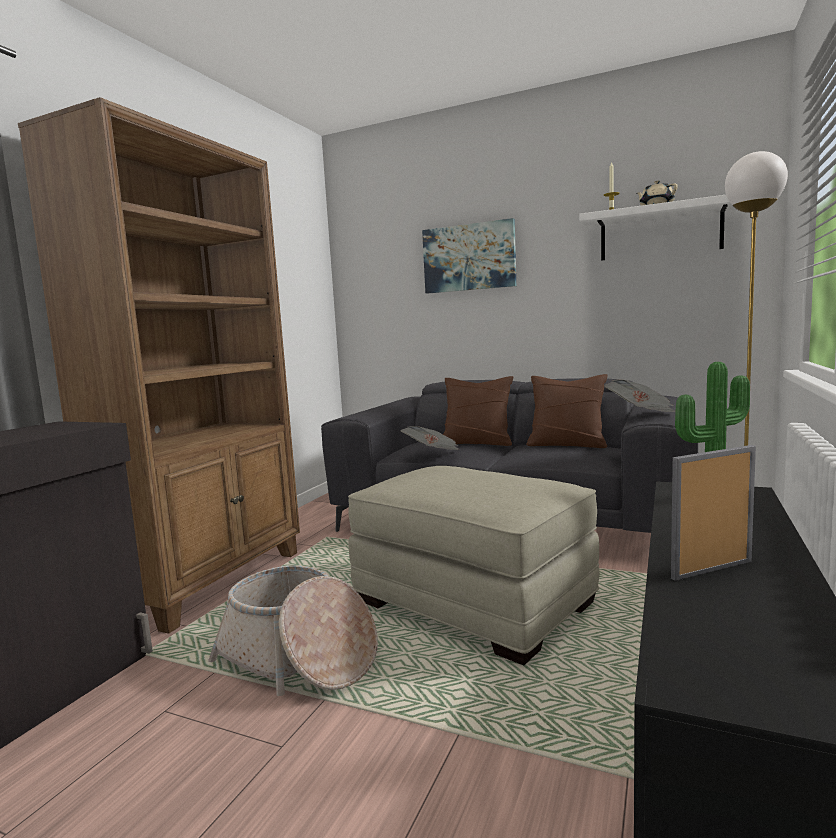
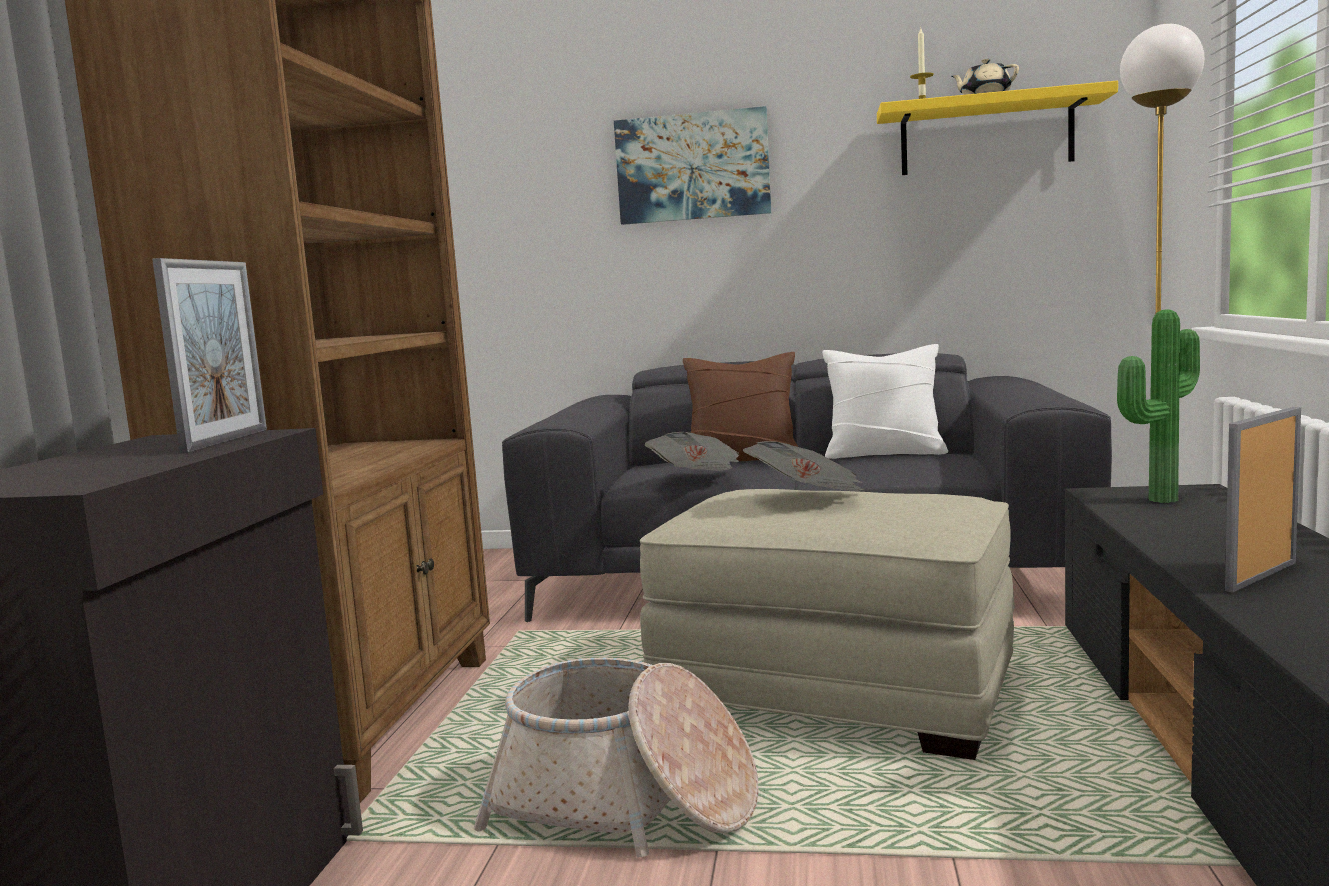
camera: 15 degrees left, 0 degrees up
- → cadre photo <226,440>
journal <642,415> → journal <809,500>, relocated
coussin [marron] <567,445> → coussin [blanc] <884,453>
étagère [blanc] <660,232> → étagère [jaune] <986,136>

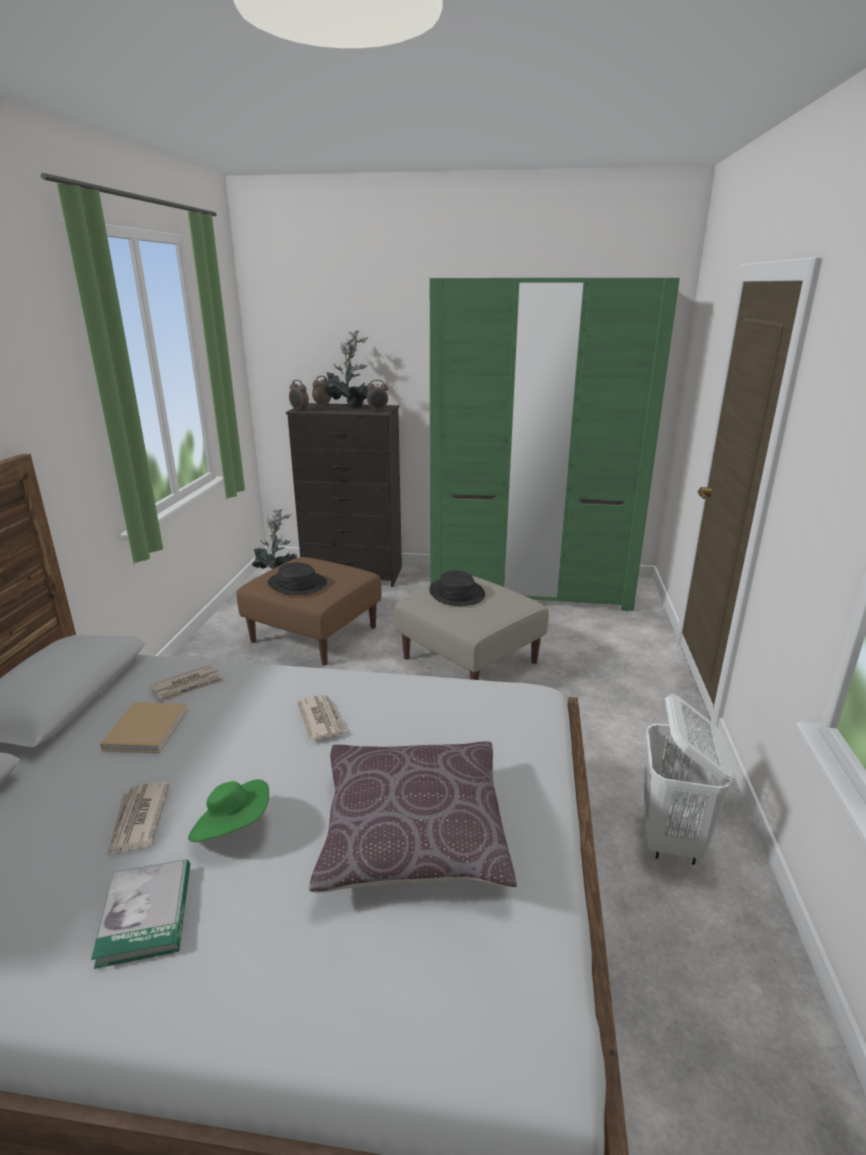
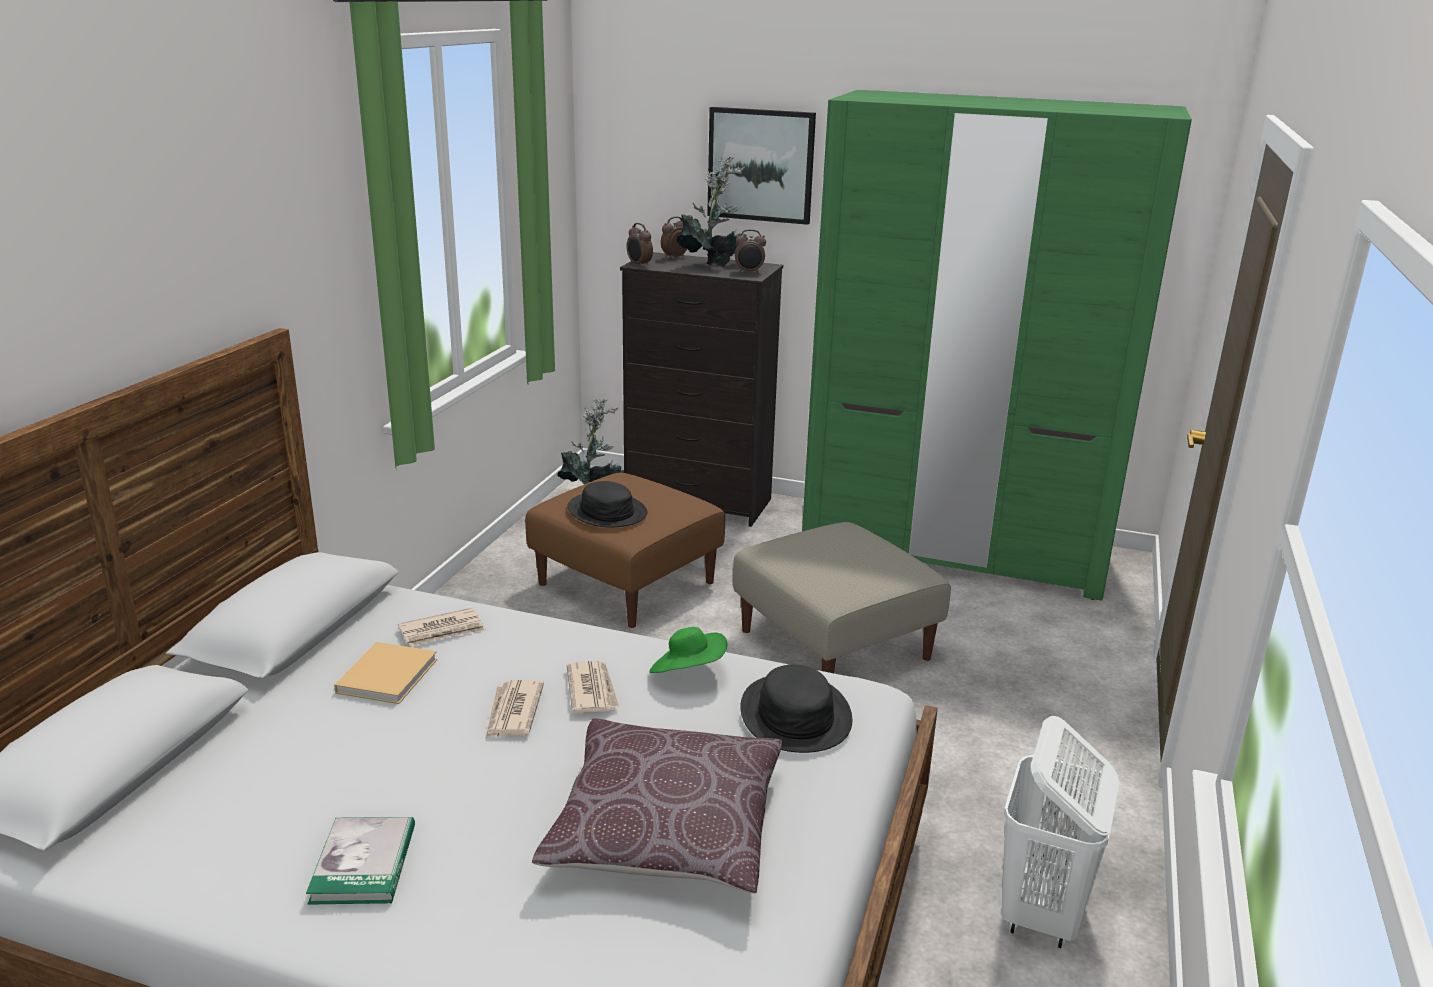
camera: 10 degrees right, 0 degrees up
journal <138,820> → journal <513,712>, relocated
chapeau [vert] <233,827> → chapeau [vert] <688,672>, relocated
- → tableau <761,165>
chapeau [noir] <456,593> → chapeau [noir] <795,715>, relocated

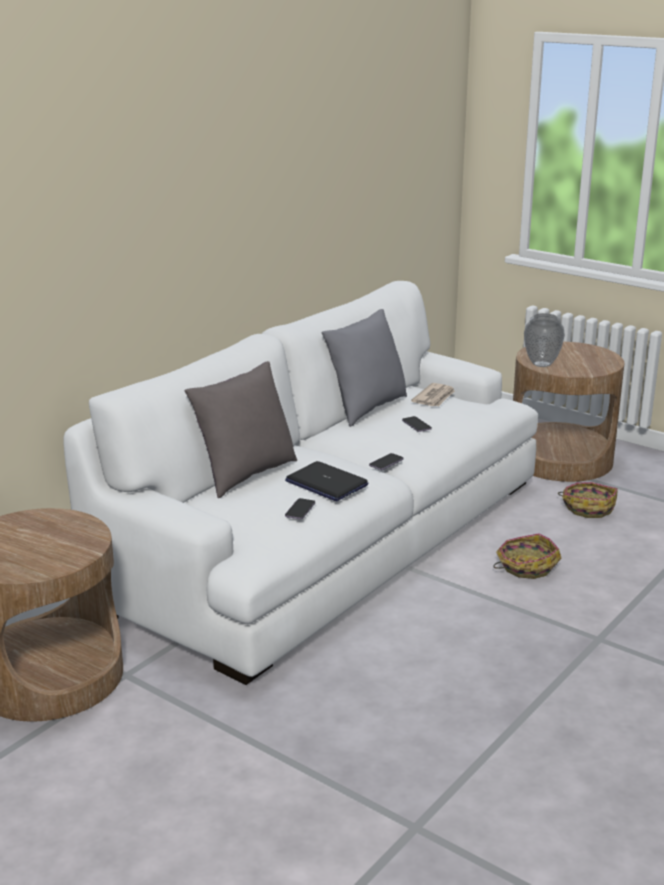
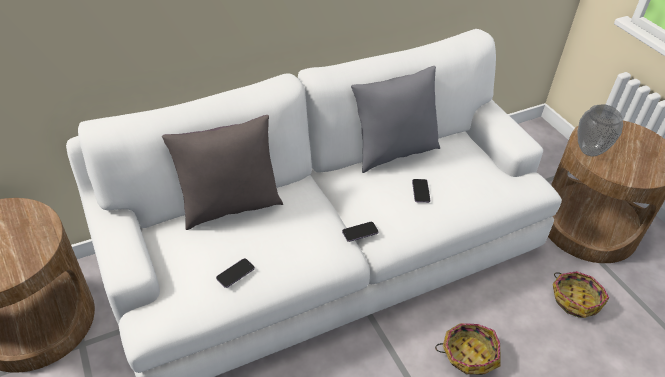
camera: 25 degrees right, 20 degrees up
ordinateur portable <326,483> → -
journal <435,398> → -

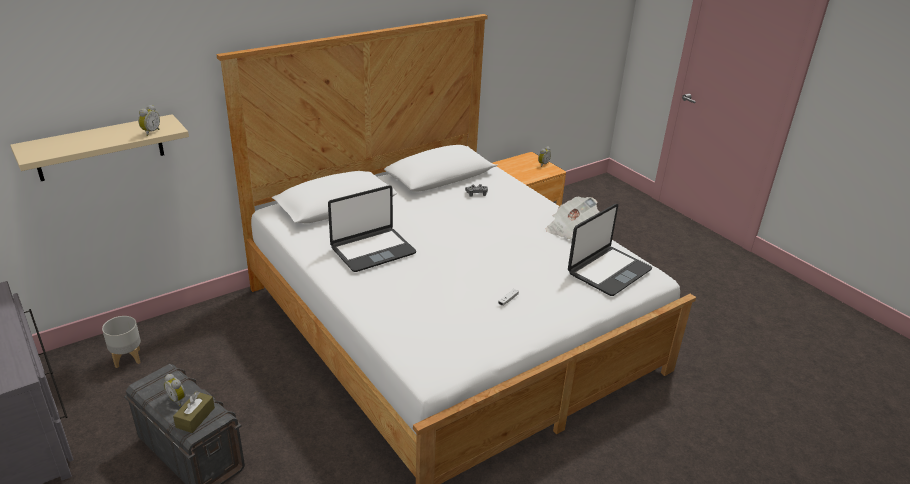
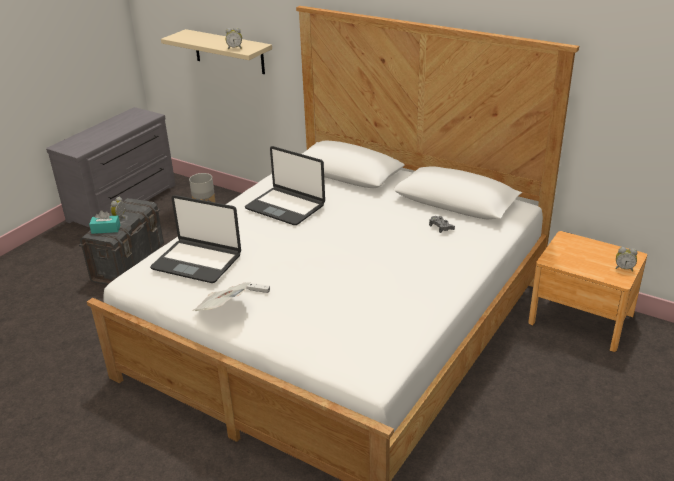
camera: 70 degrees right, 0 degrees up
boîte à mouchoirs [marron] <195,417> → boîte à mouchoirs [turquoise] <106,229>
ordinateur portable <608,271> → ordinateur portable <197,261>, relocated
journal <570,229> → journal <223,309>, relocated

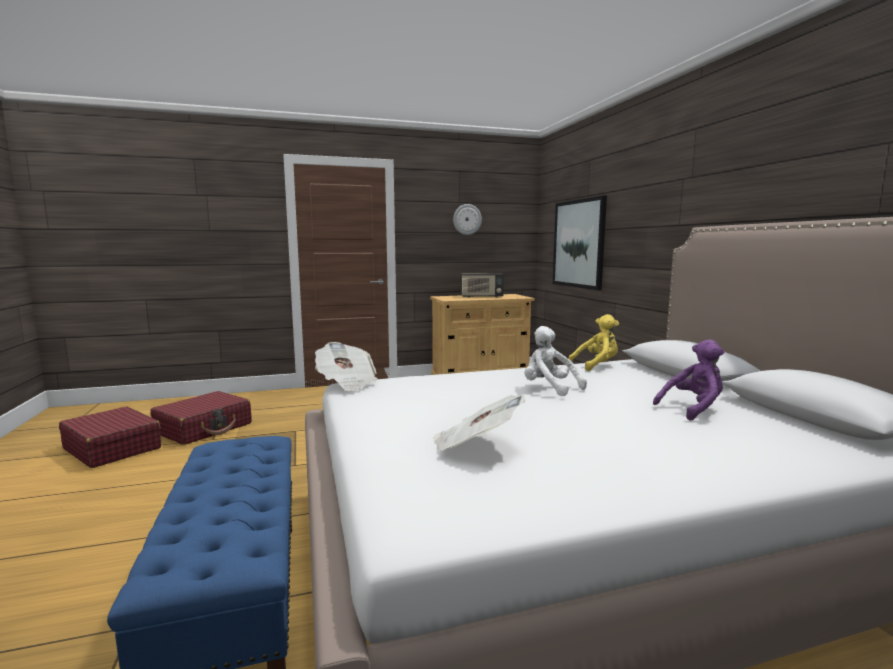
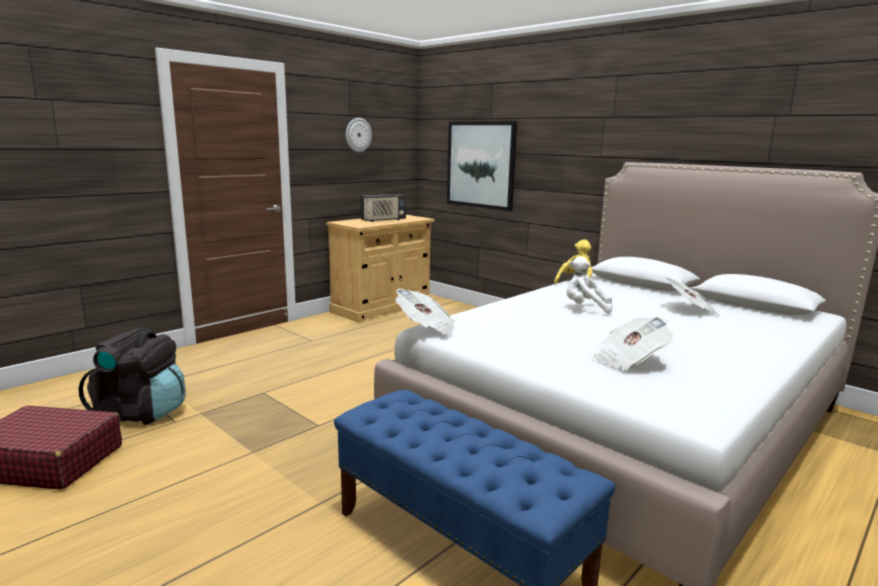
camera: 30 degrees left, 5 degrees up
valise [rouge] <204,428> → sac à dos [noir] <141,413>
peluche [violet] <693,409> → journal <691,310>

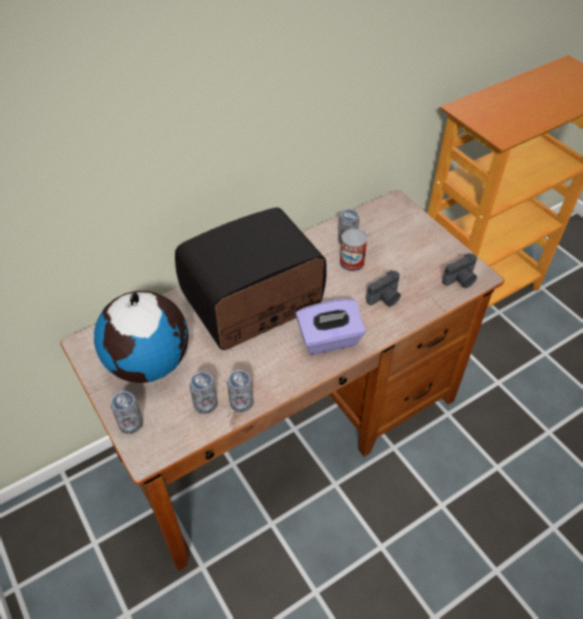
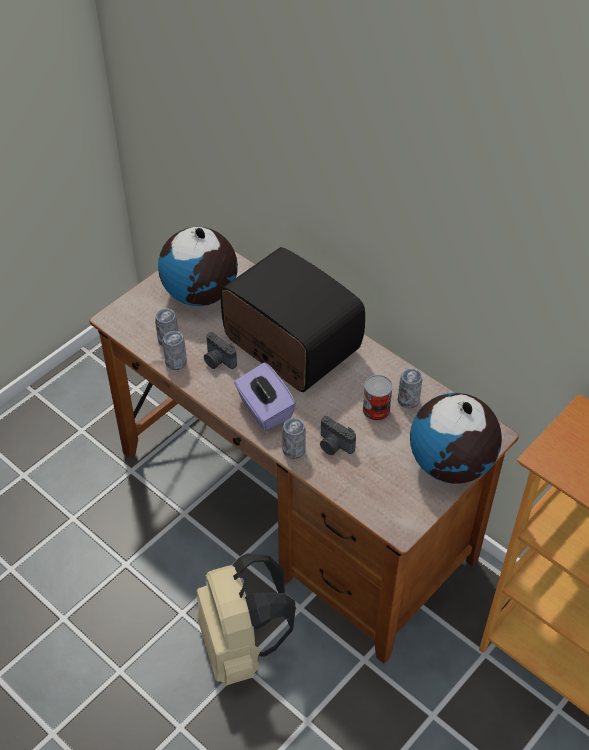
camera: 75 degrees right, 0 degrees up
- → sac à dos [beige] <241,646>
appareil photo <460,280> → appareil photo <218,361>, relocated
boîte métallique <131,424> → boîte métallique <293,450>, relocated
- → globe <451,465>

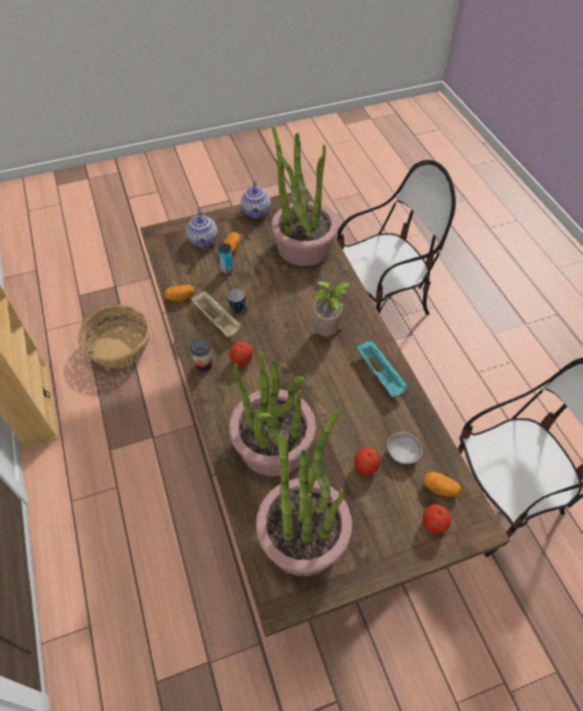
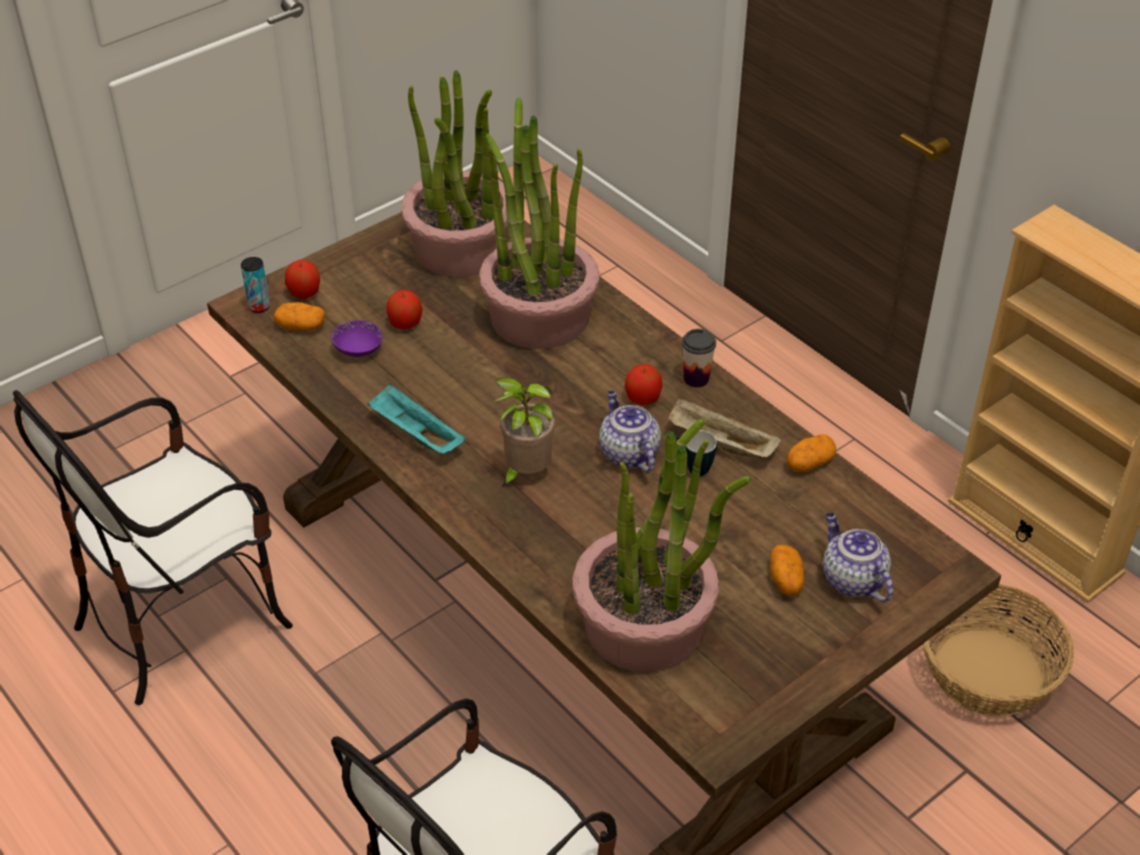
camera: 160 degrees right, 10 degrees down
boîte métallique <227,270> → boîte métallique <259,306>, relocated
bol [gris] <402,453> → bol [violet] <358,349>
théière <256,212> → théière <627,453>, relocated

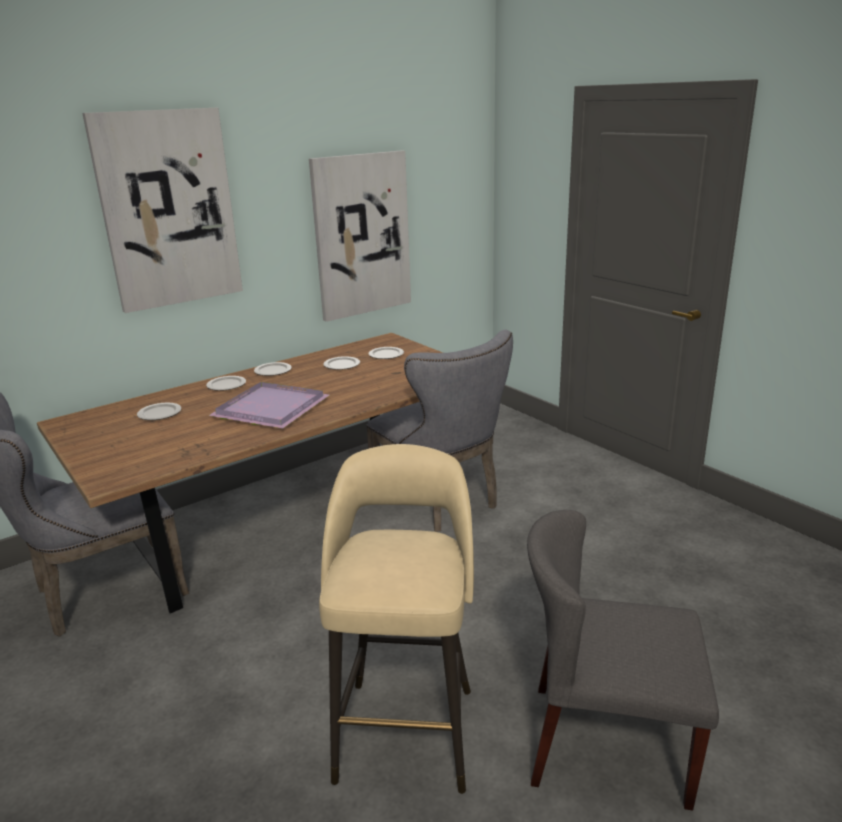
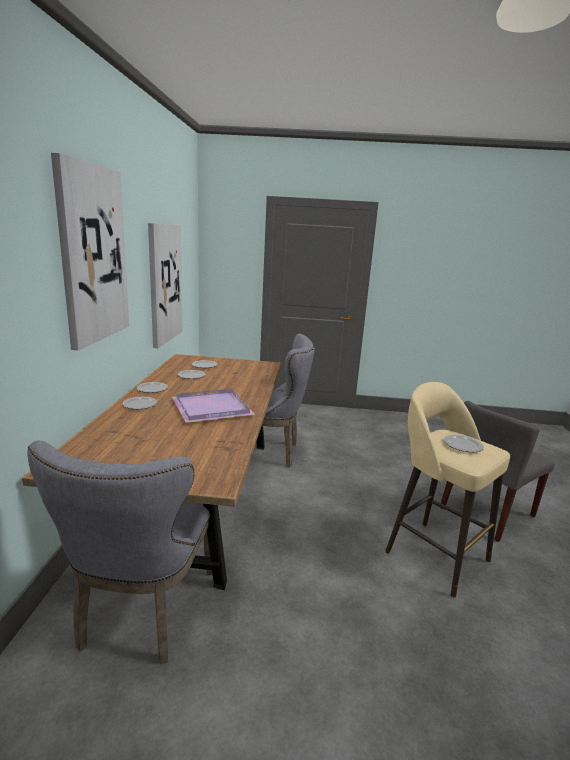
camera: 50 degrees left, 5 degrees down
assiette <160,413> → assiette <462,444>, relocated

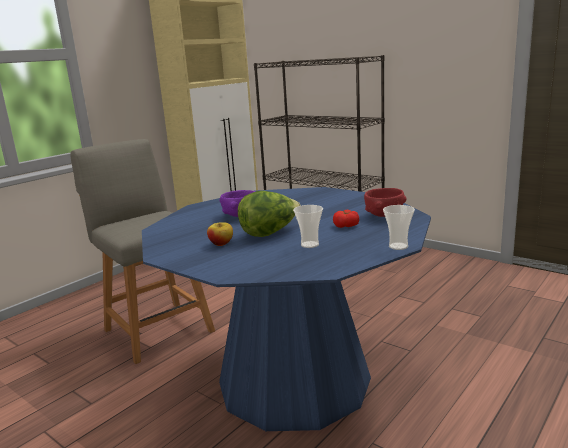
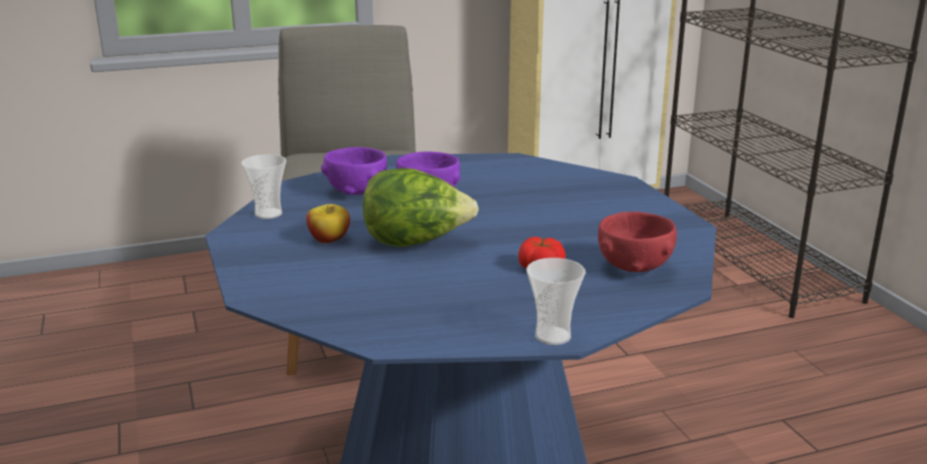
camera: 30 degrees right, 5 degrees up
tasse <310,244> → tasse <268,214>, relocated
- → bol [violet] <356,191>

